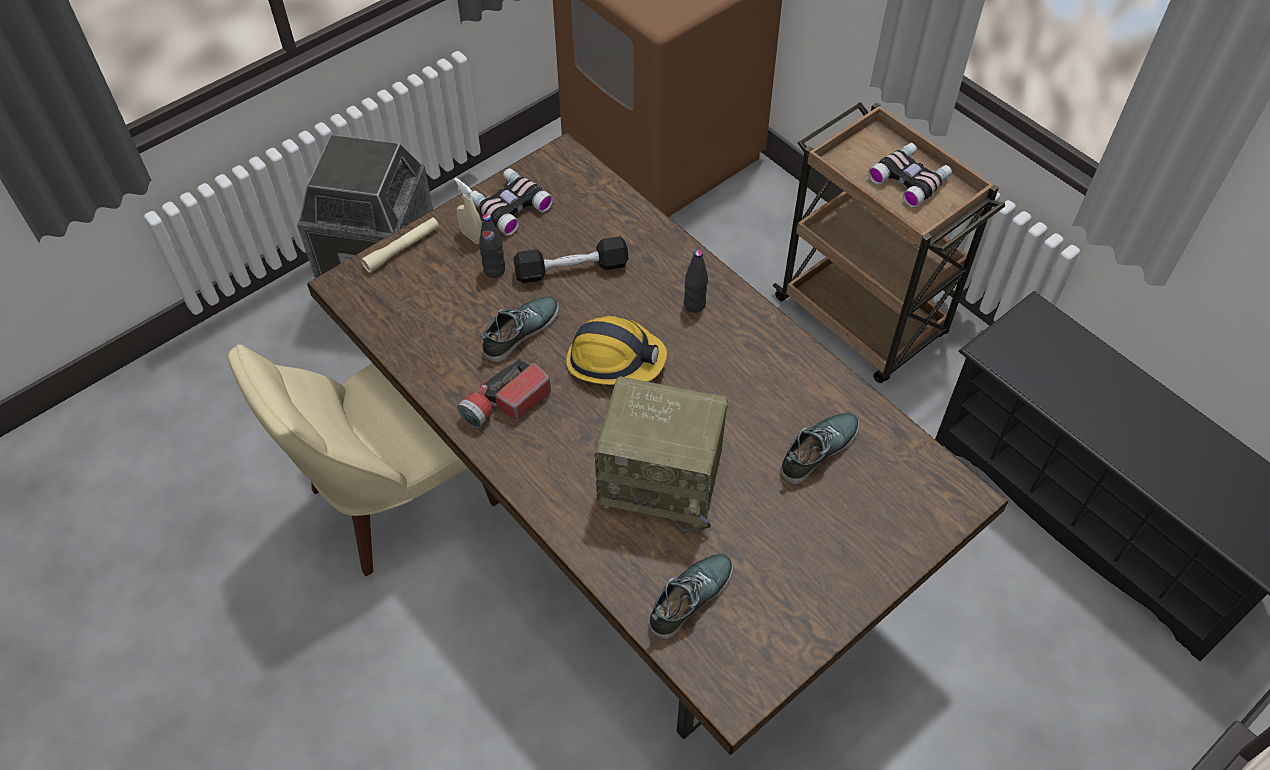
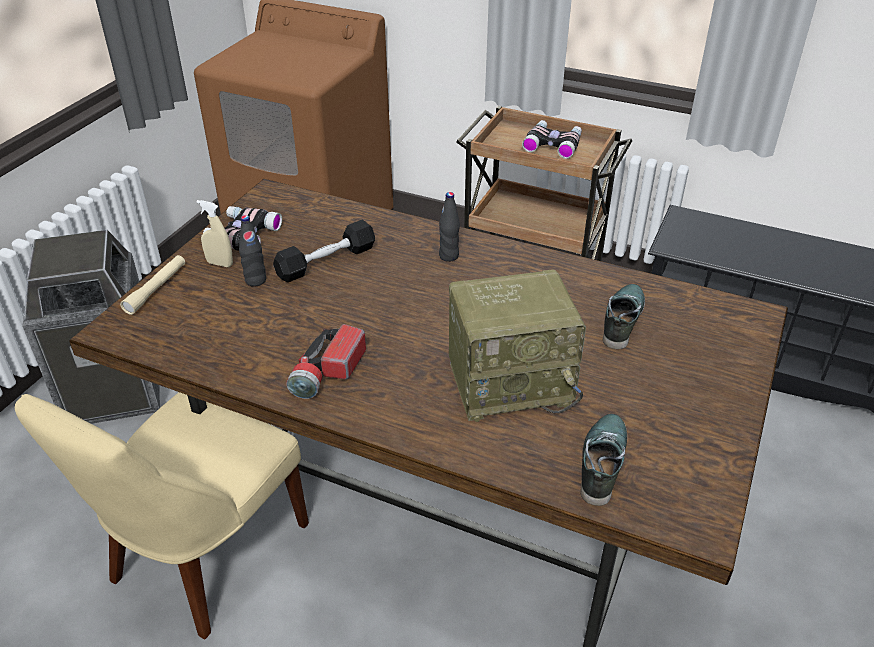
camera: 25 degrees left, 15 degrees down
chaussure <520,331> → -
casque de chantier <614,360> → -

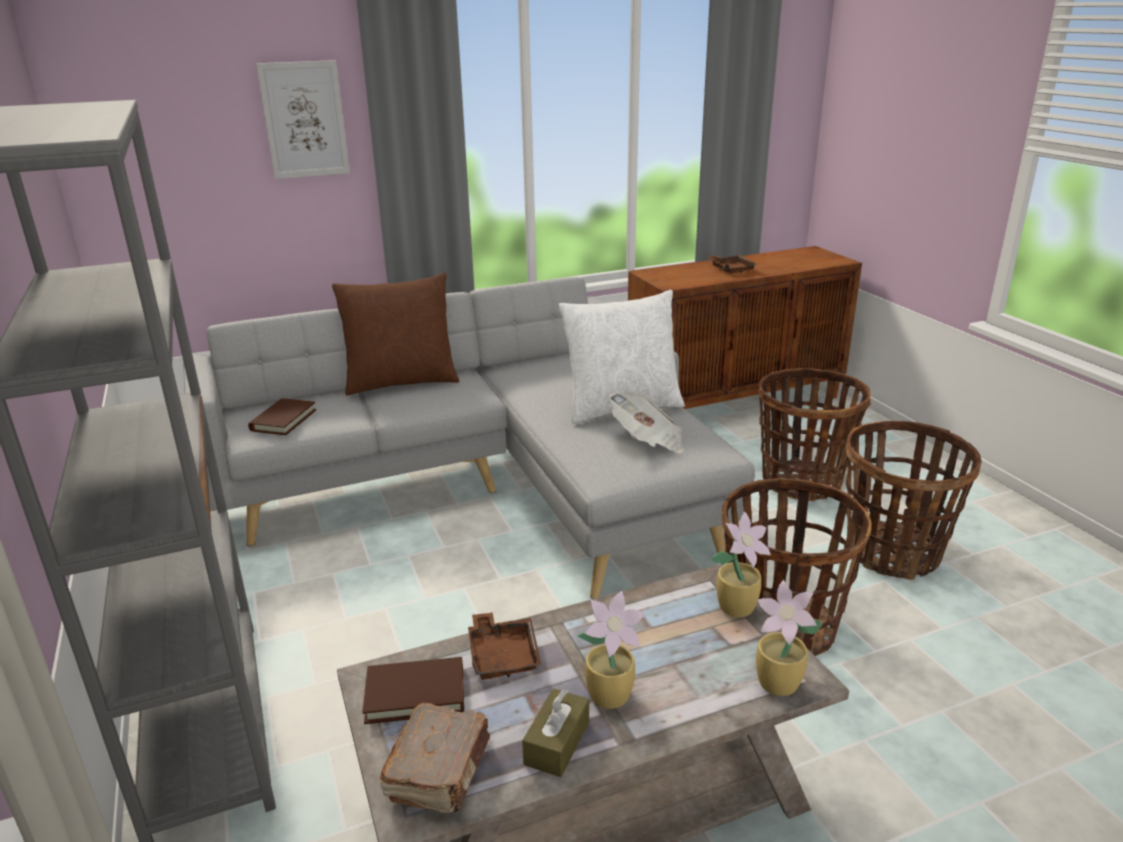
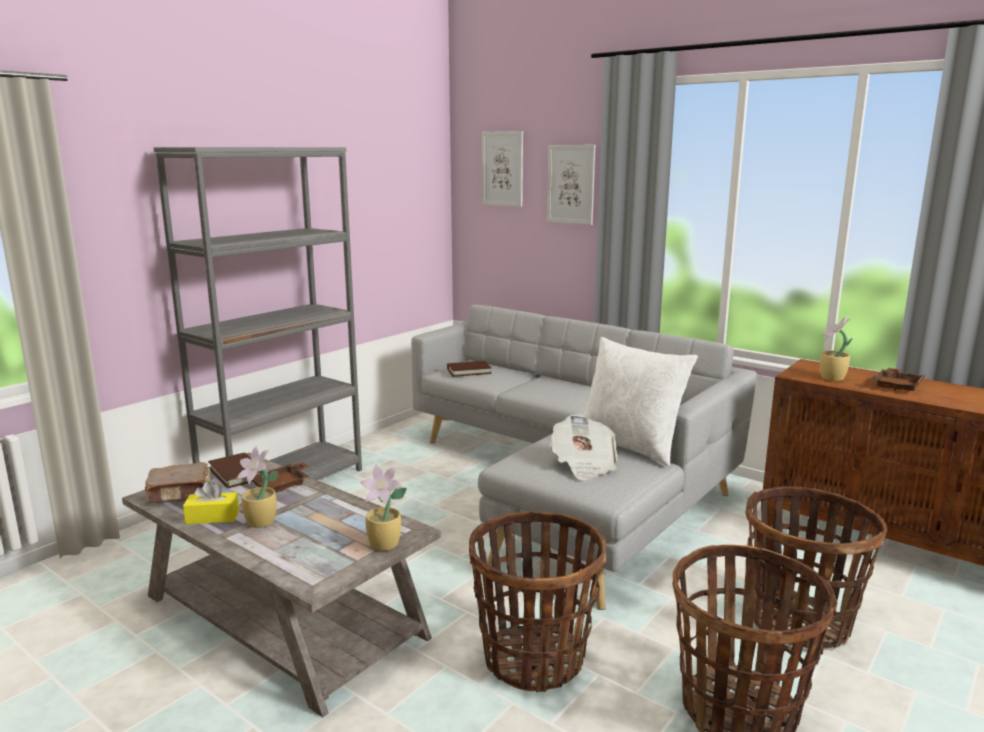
camera: 60 degrees right, 10 degrees down
boîte à mouchoirs [marron] <557,743> → boîte à mouchoirs [jaune] <212,517>
- → tableau <502,169>
plante en pot <779,685> → plante en pot <831,379>, relocated
coussin [marron] <401,382> → -

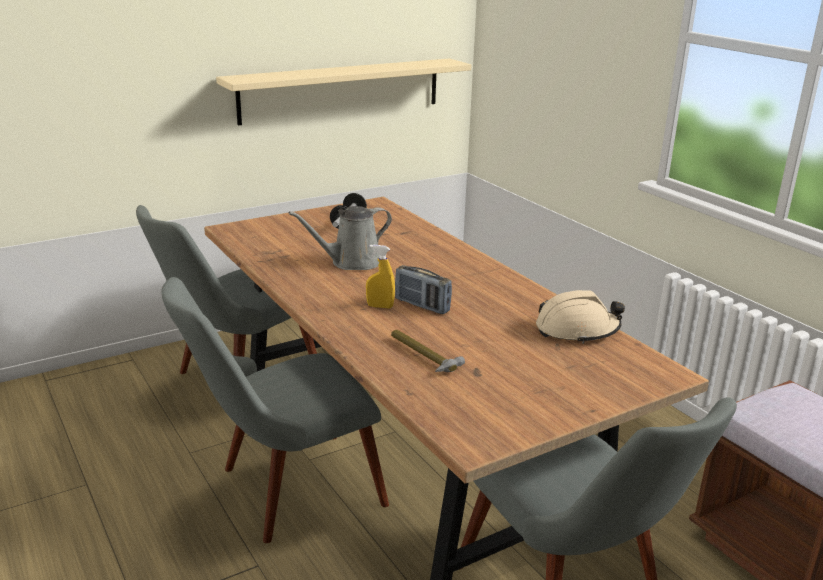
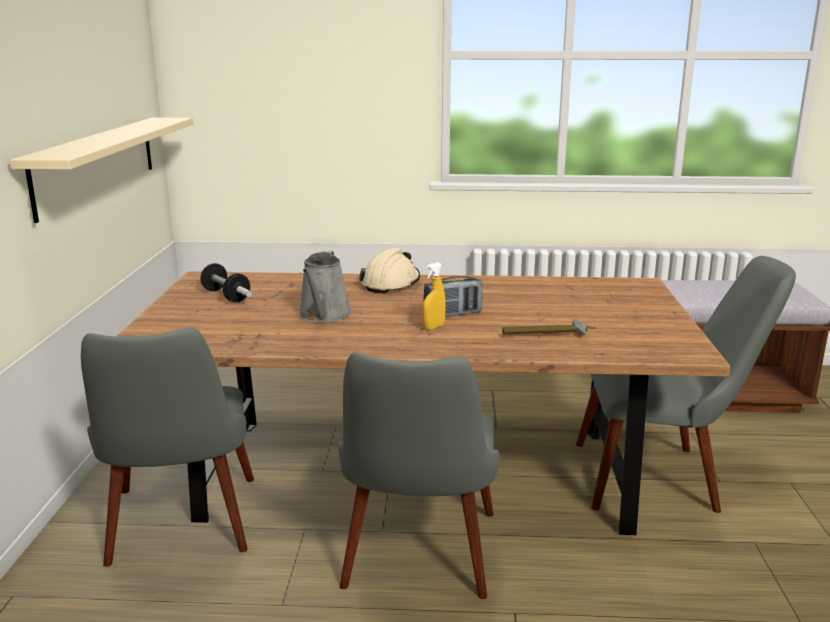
camera: 55 degrees left, 5 degrees down
casque de chantier [beige] <577,330> → casque de chantier [beige] <391,283>, relocated

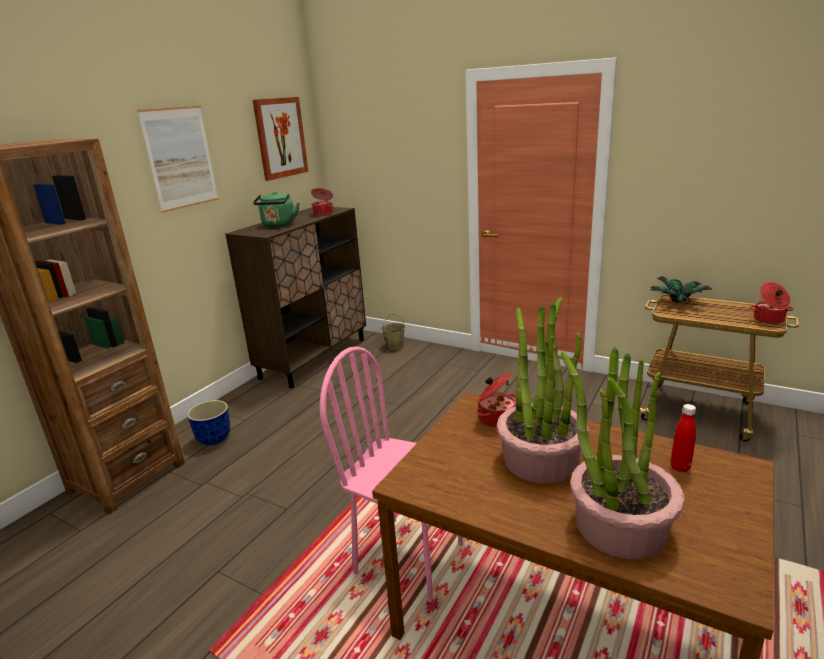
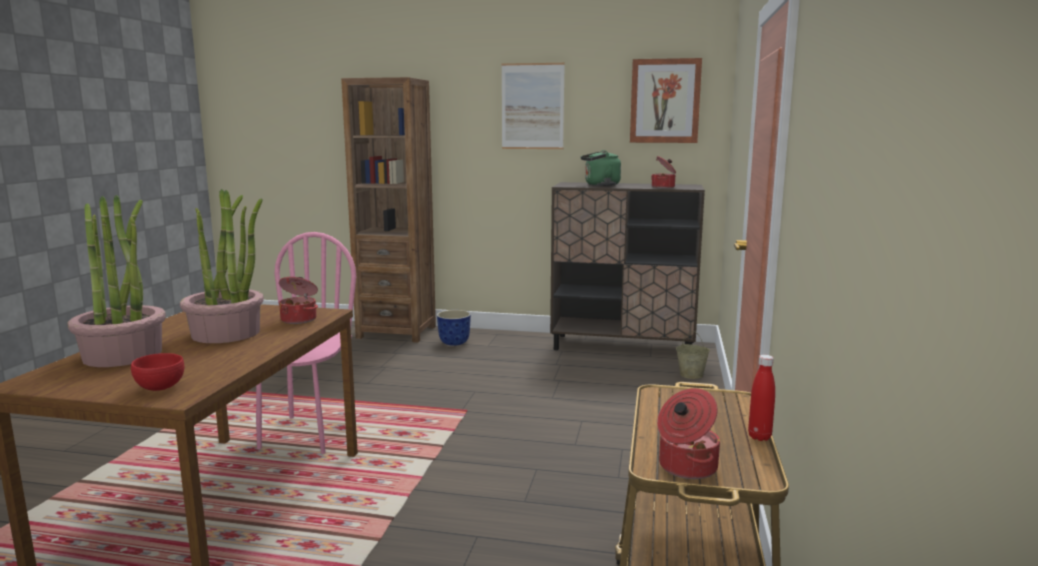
camera: 70 degrees right, 10 degrees down
- → bol [rouge] <160,388>
bouteille [rouge] <680,467> → bouteille [rouge] <759,437>, relocated
plante en pot <679,302> → -

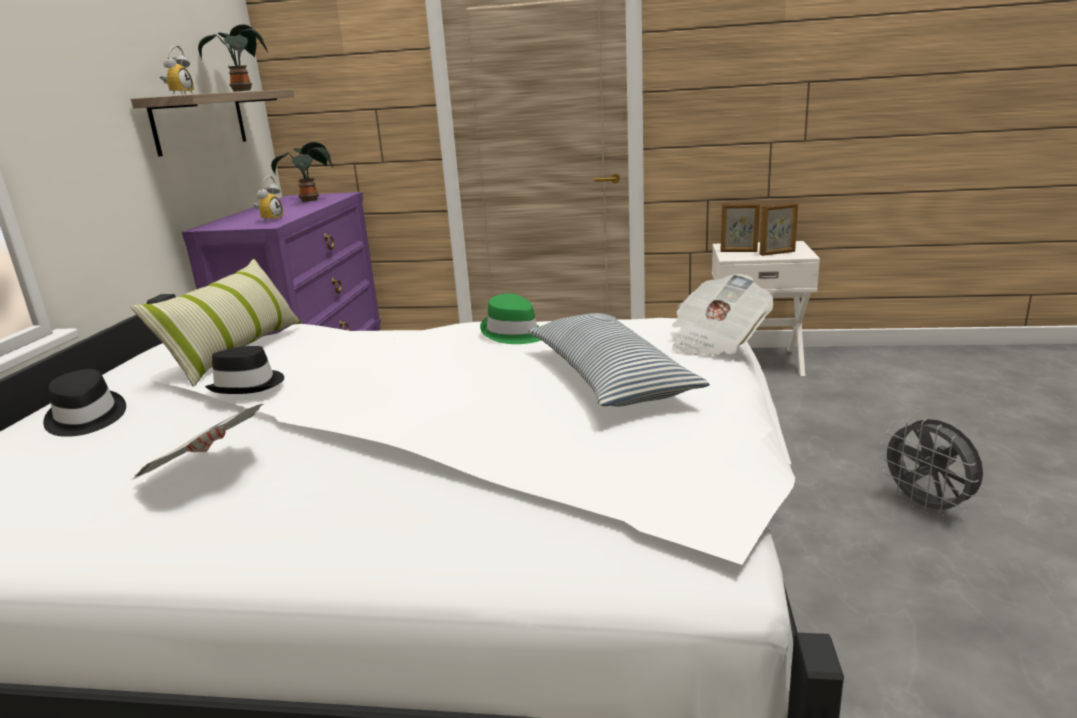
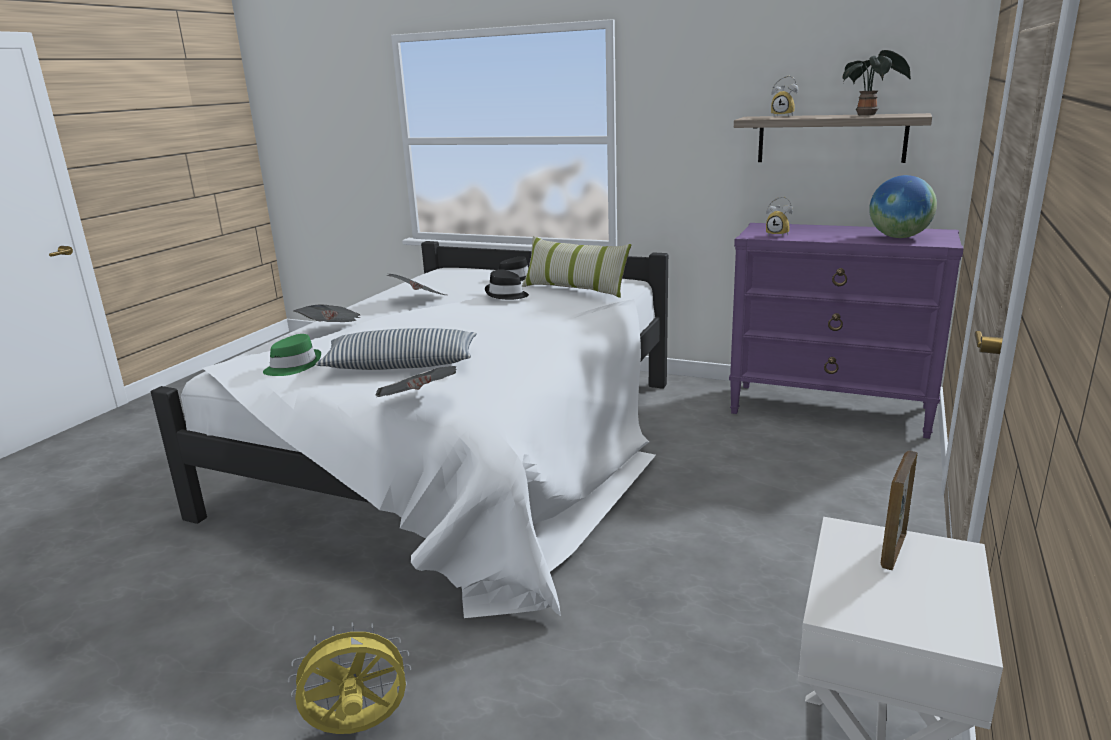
camera: 105 degrees right, 0 degrees up
chapeau [vert] <514,333> → chapeau [vert] <293,366>, relocated
ventilateur [gris] <927,506> → ventilateur [jaune] <358,729>
- → journal <332,331>
plante en pot <311,200> → globe <898,237>
cadre photo <777,253> → -

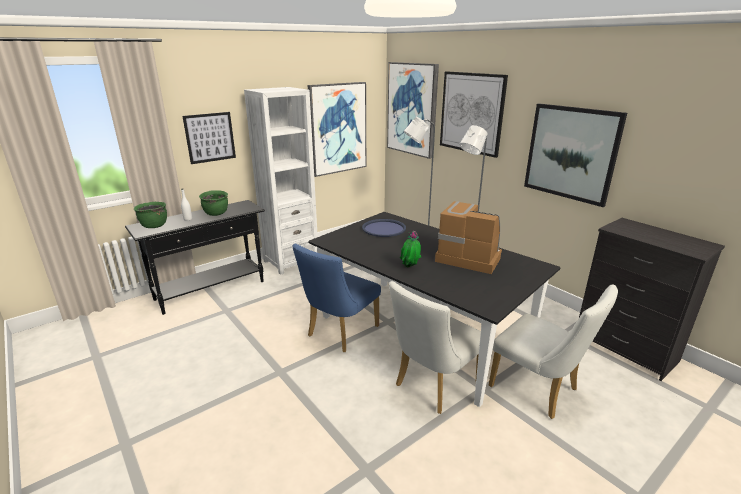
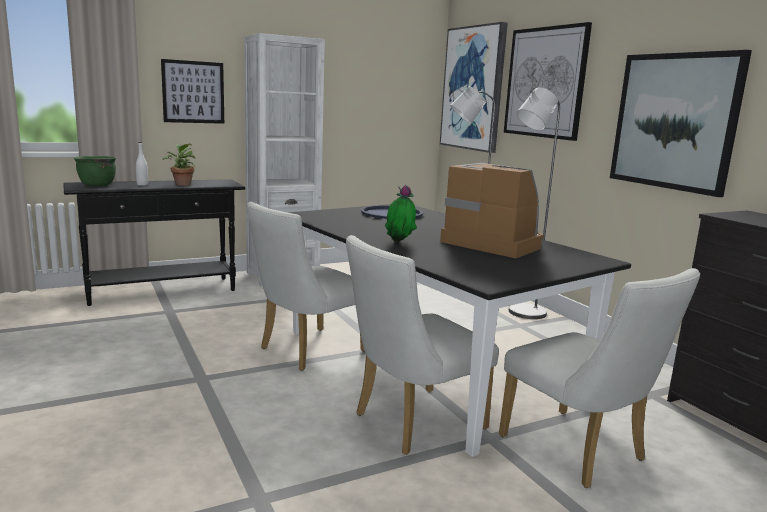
camera: 10 degrees right, 10 degrees down
marmite [vert] <216,213> → plante en pot <181,184>
chaise [bleu] <339,333> → chaise [blanc] <306,351>
tableau <337,128> → -

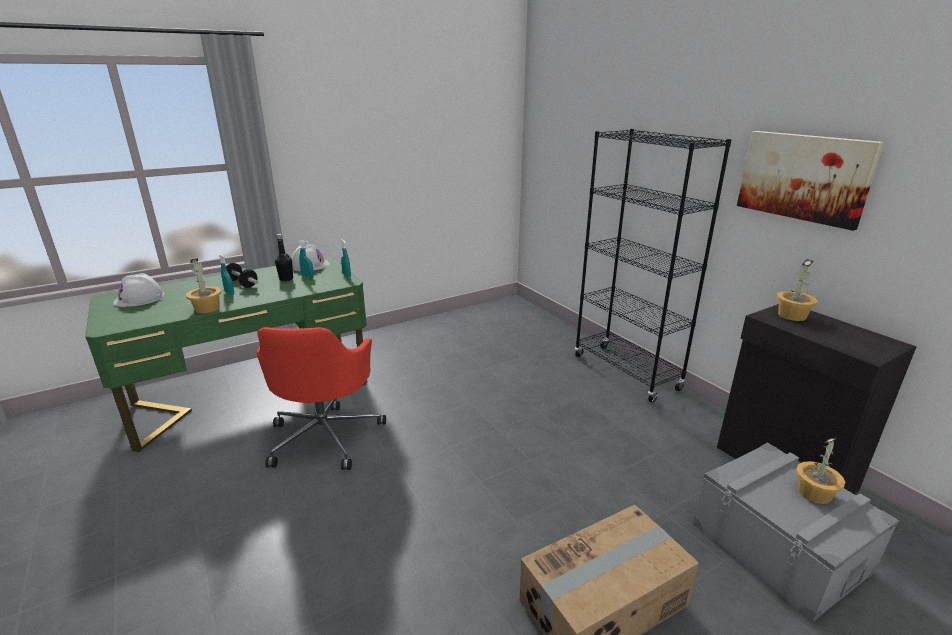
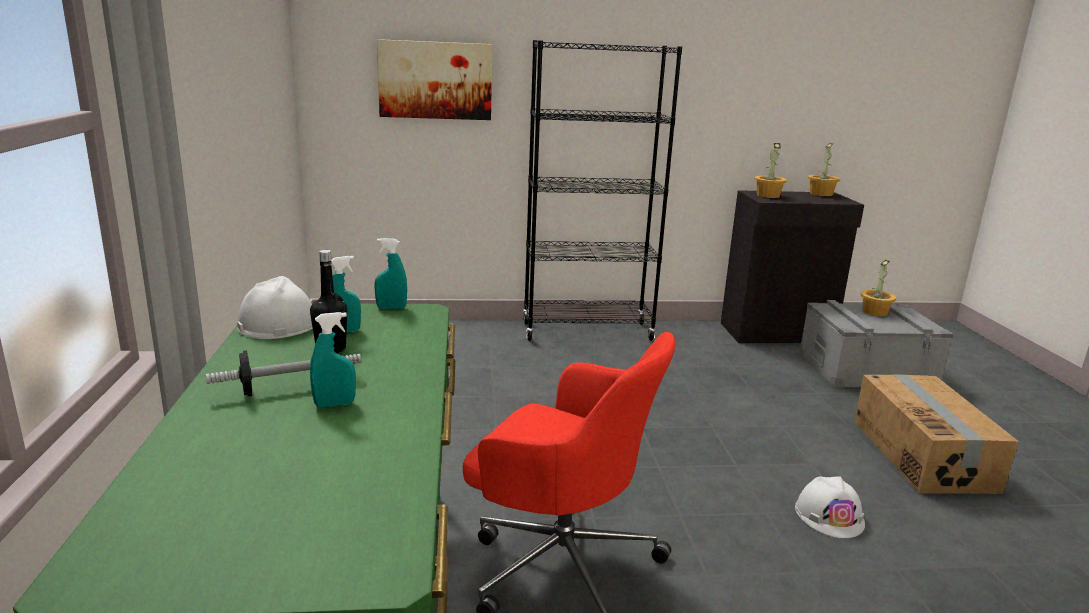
camera: 65 degrees left, 5 degrees down
tableau <803,177> → tableau <435,80>, relocated
casque de chantier [blanc] <139,299> → casque de chantier [blanc] <829,515>, relocated
plante en pot <207,308> → plante en pot <821,194>, relocated

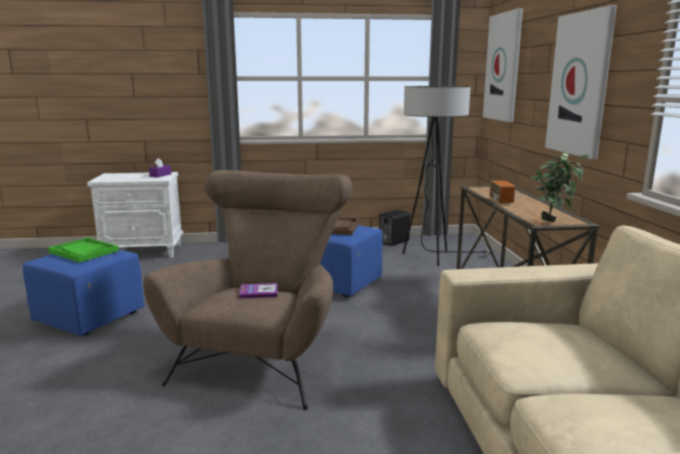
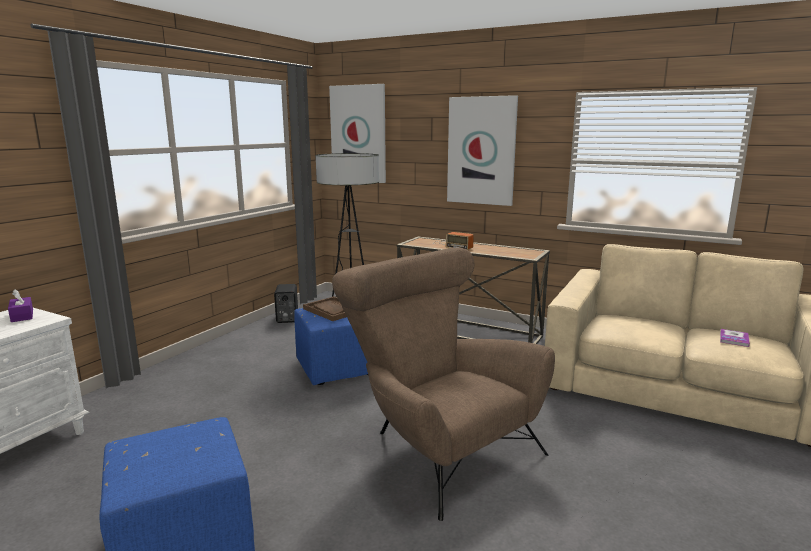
camera: 55 degrees left, 0 degrees up
livre <258,292> → livre <734,339>, relocated
plateau [vert] <83,251> → -
plante en pot <553,221> → -

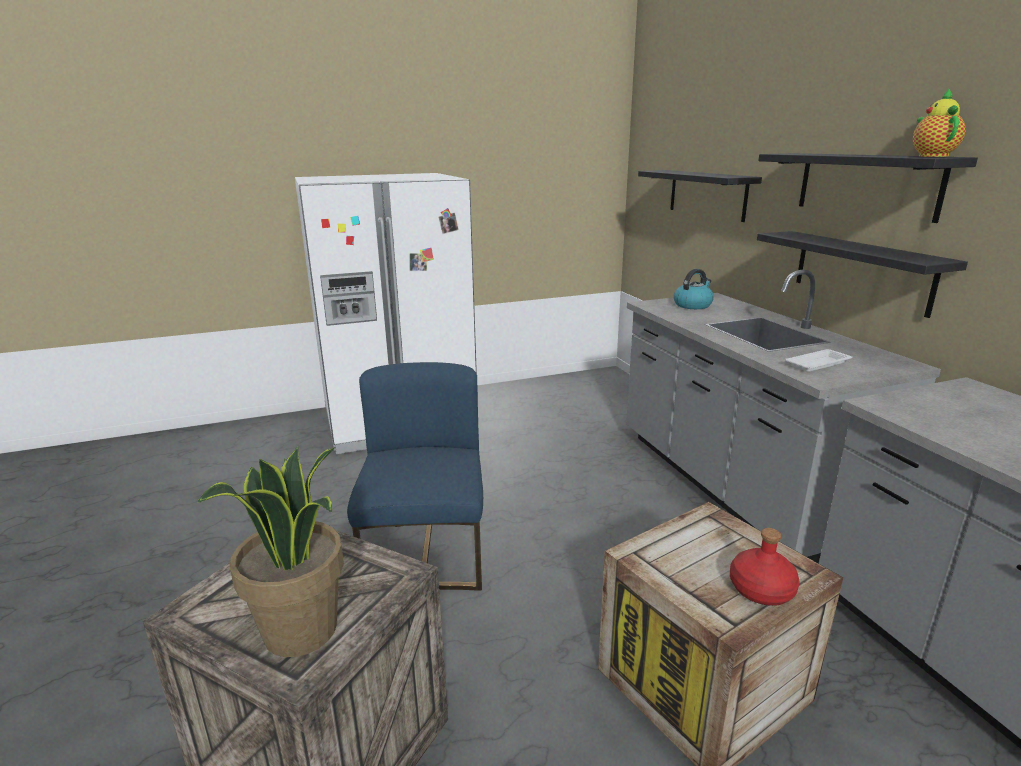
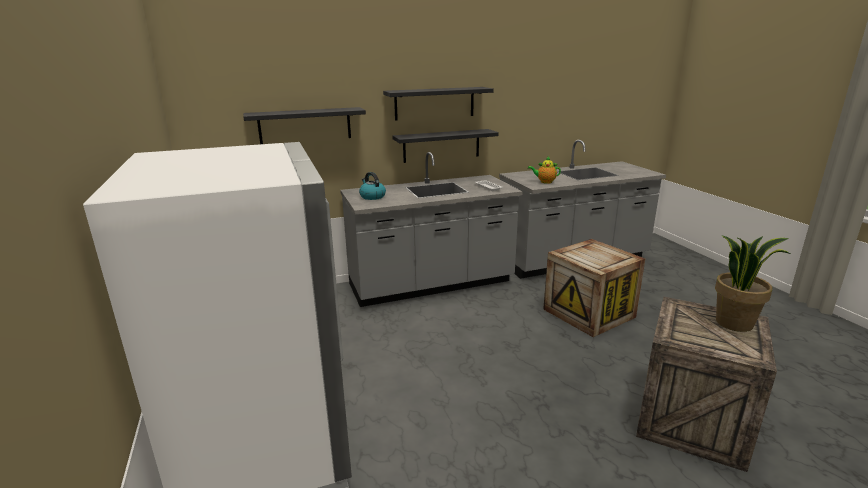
camera: 90 degrees left, 0 degrees up
théière <931,156> → théière <544,182>, relocated
chaise [bleu] <426,554> → -
bouteille [rouge] <760,590> → -

